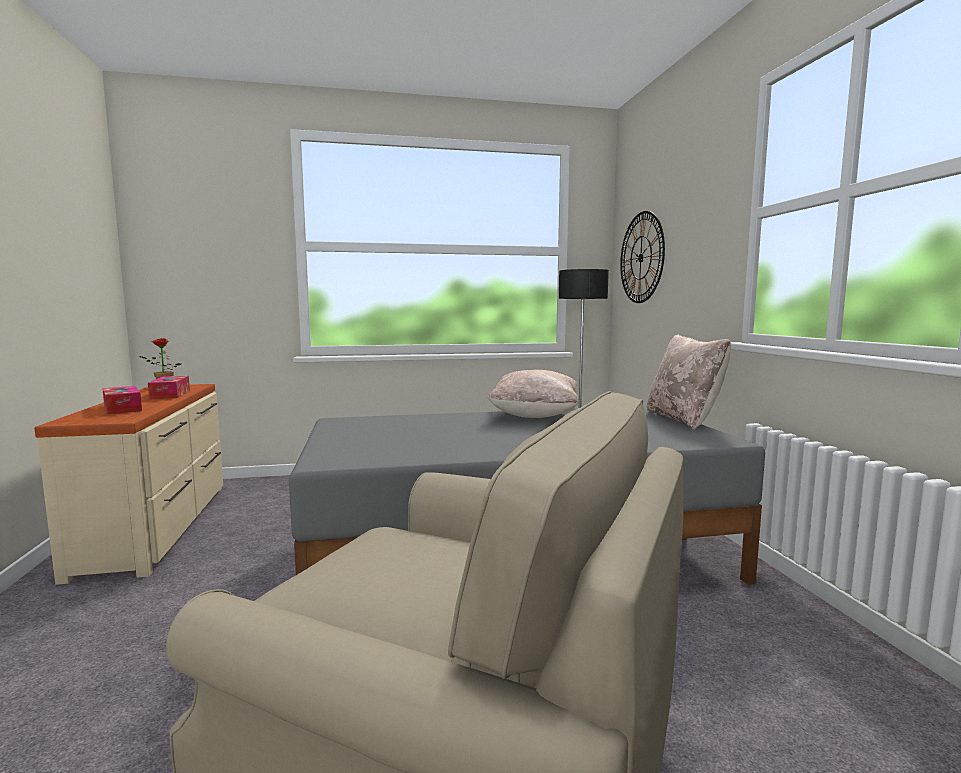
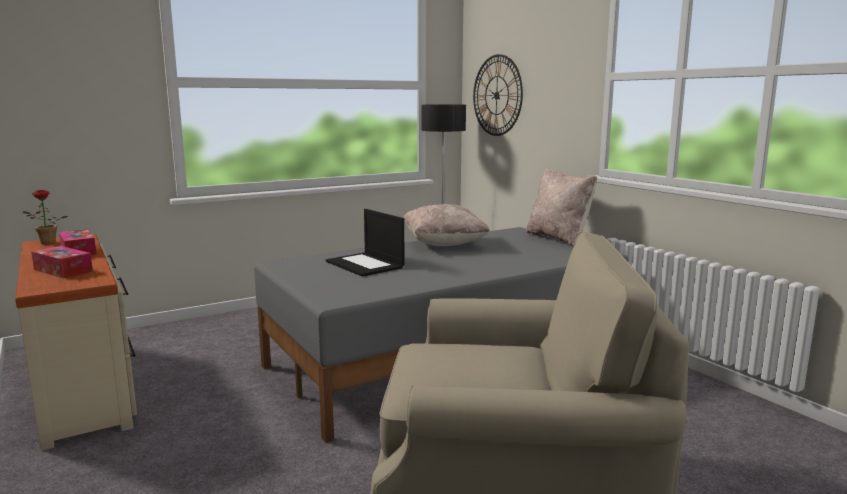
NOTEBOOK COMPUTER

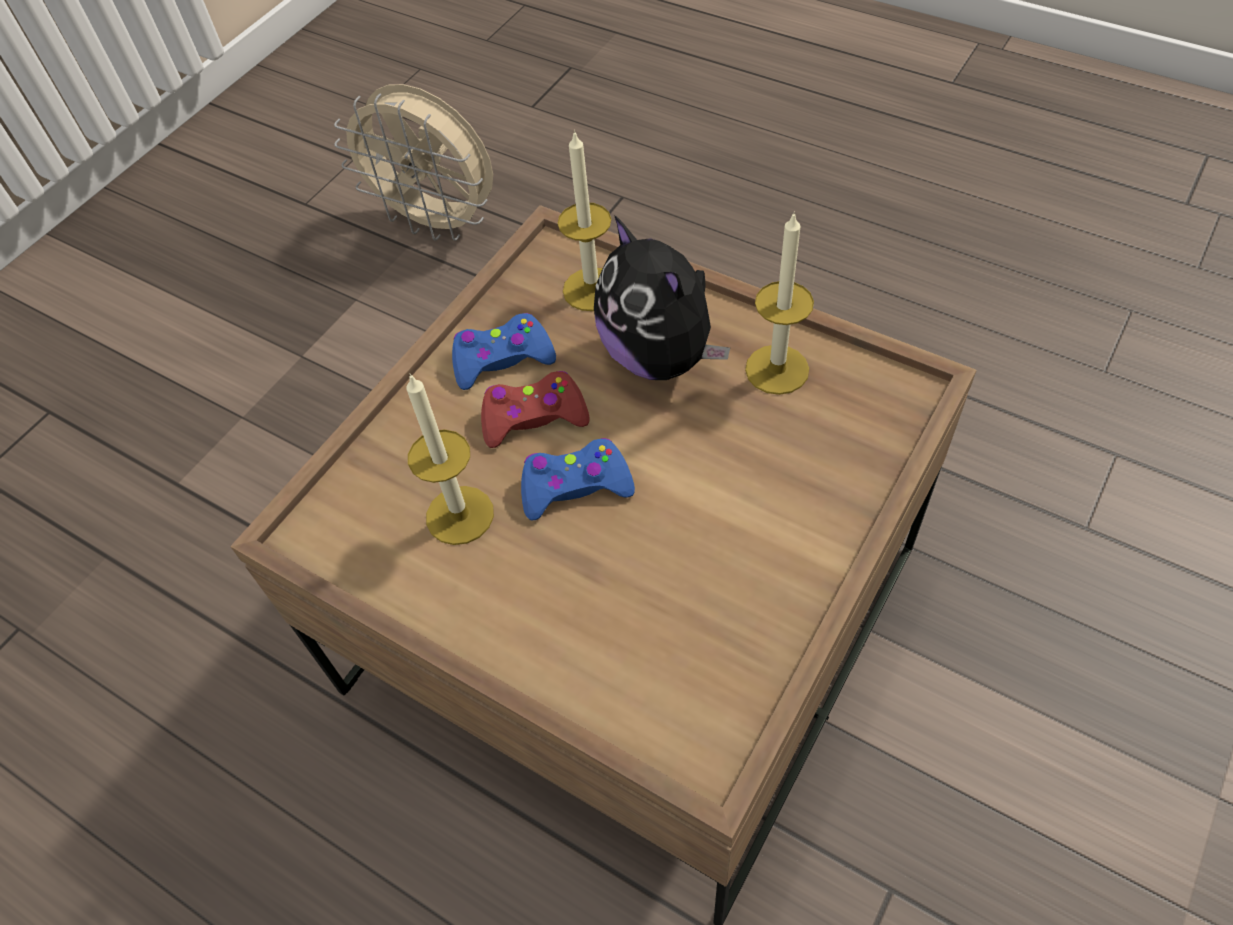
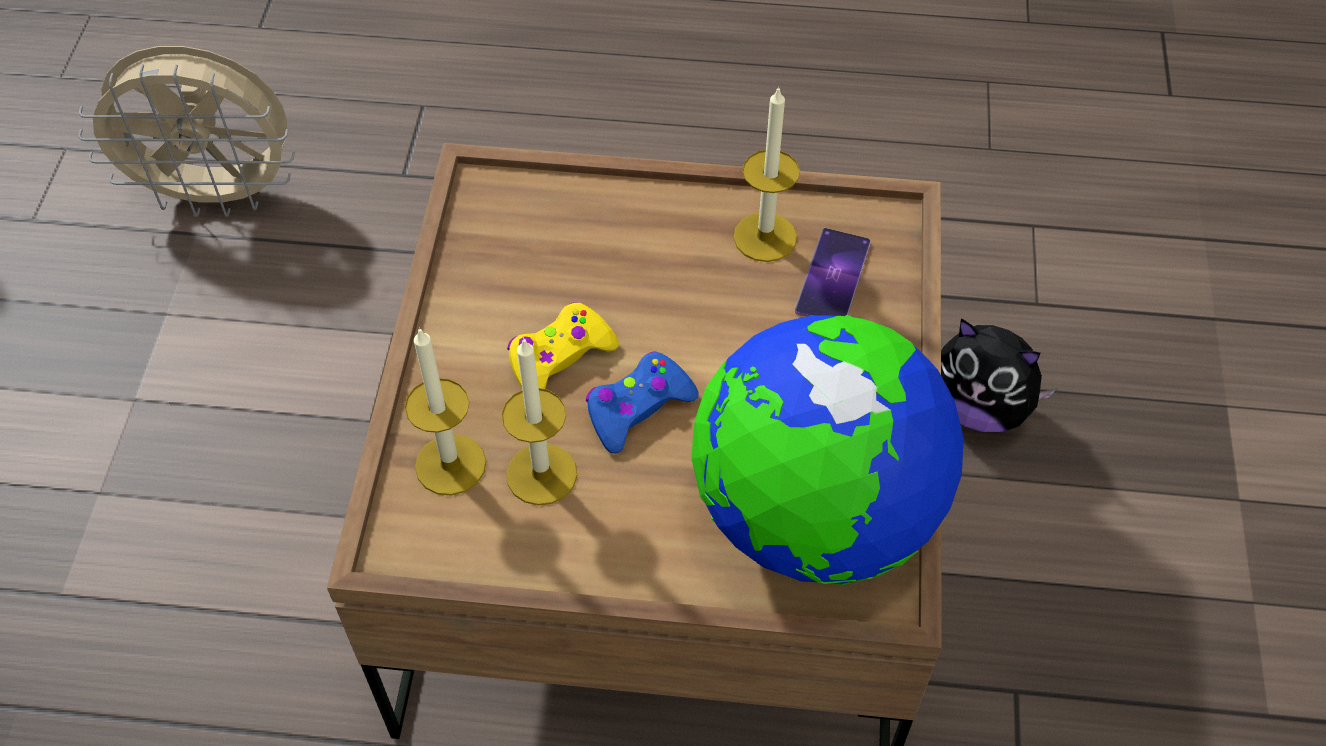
BLUE-COLOURED GAMEPAD (no. 1 from left in the first image)
GLOBE
PHONE
CANDLE (no. 1 from left)
CUDDLY TOY
YELLOW-COLOURED GAMEPAD

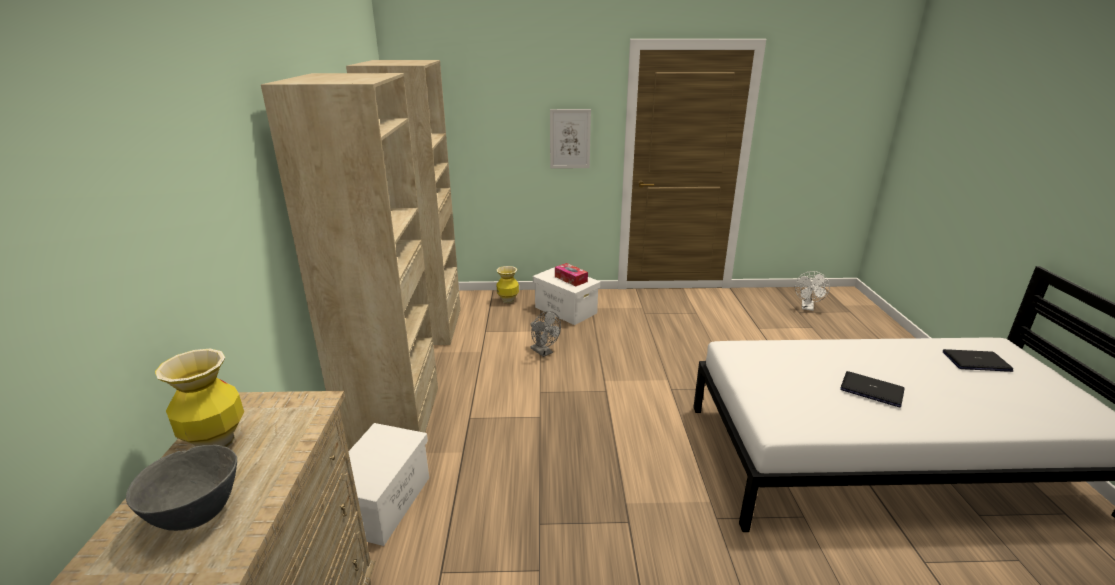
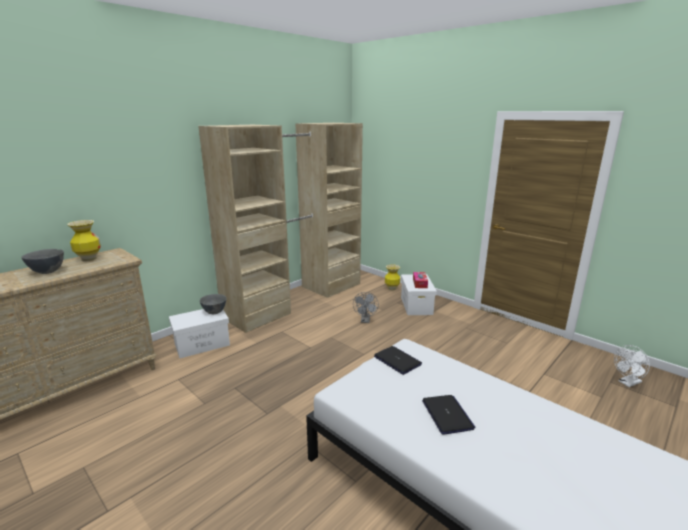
WALL ART
GRAY DEEP DISH (no. 2 from left)
NOTEBOOK COMPUTER (no. 1 from left)

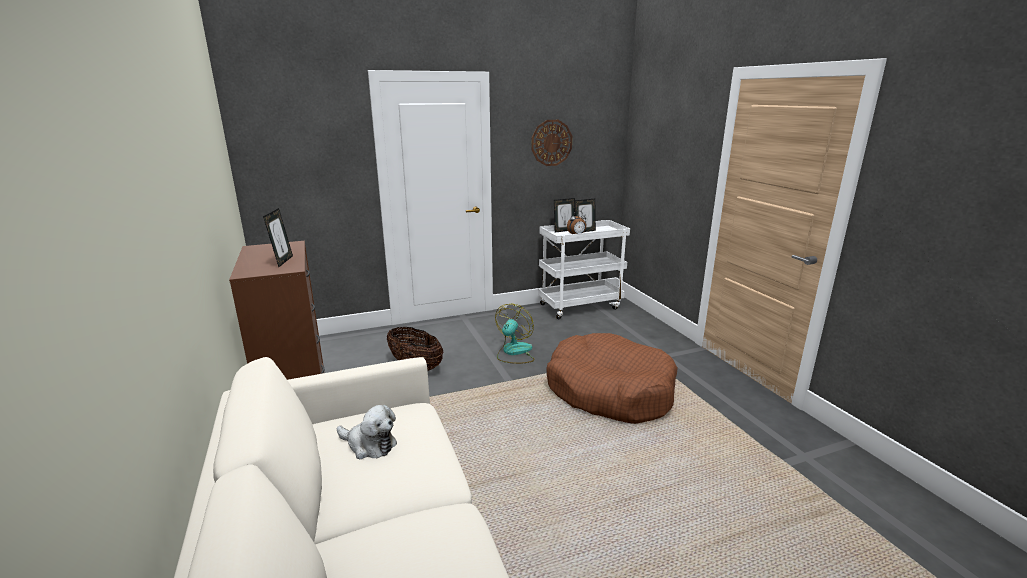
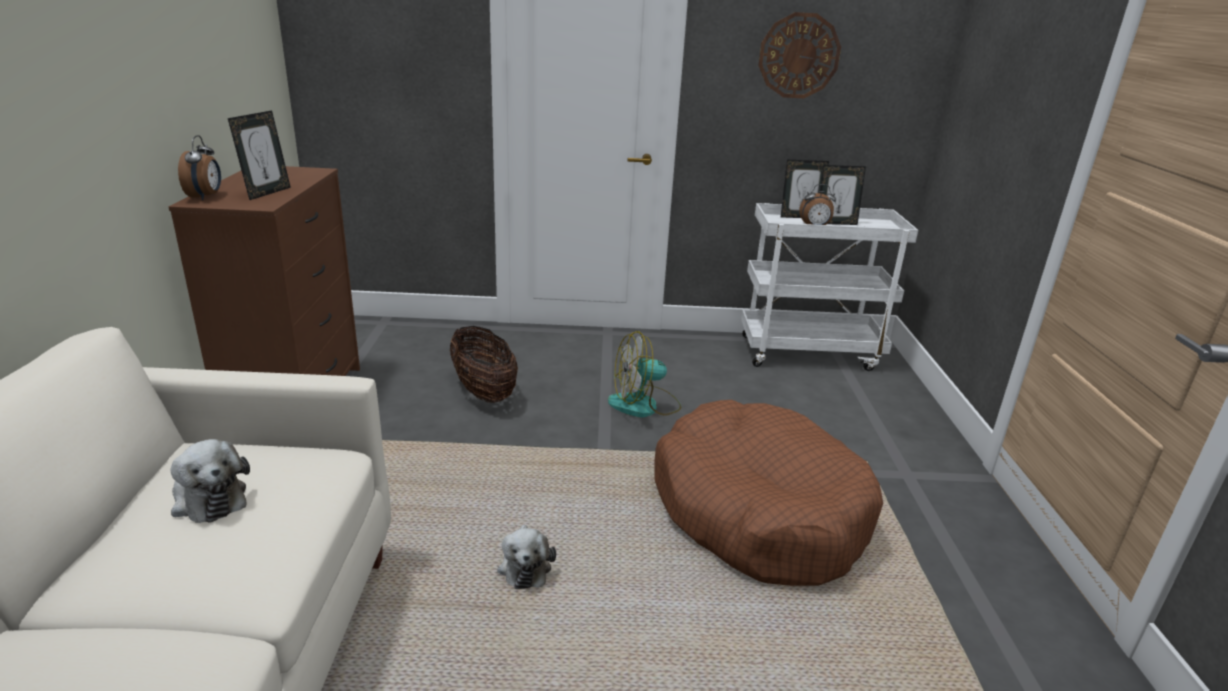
BEDSIDE CLOCK (no. 1 from left)
CUDDLY TOY (no. 2 from left)
COOLING FAN

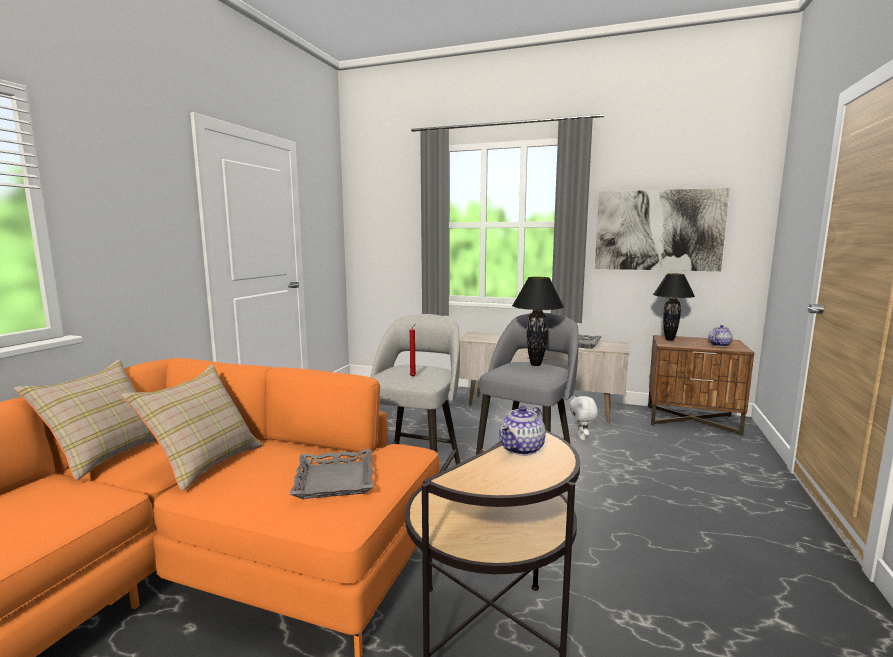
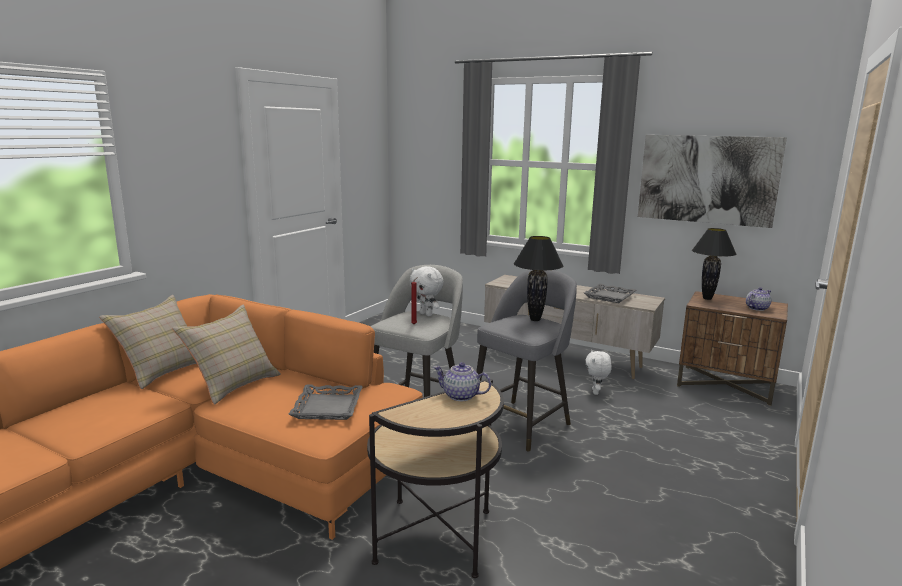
WHITISH CUDDLY TOY (no. 1 from left)
TEA POT (no. 1 from left)

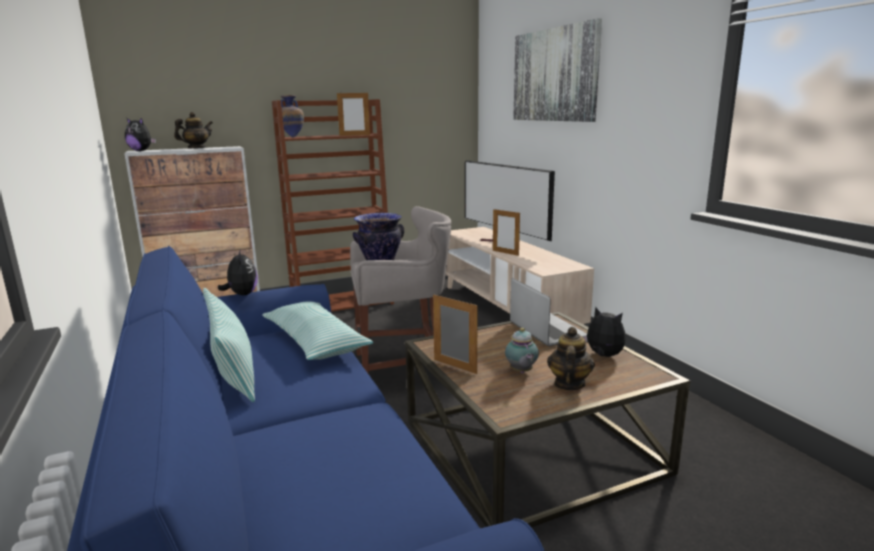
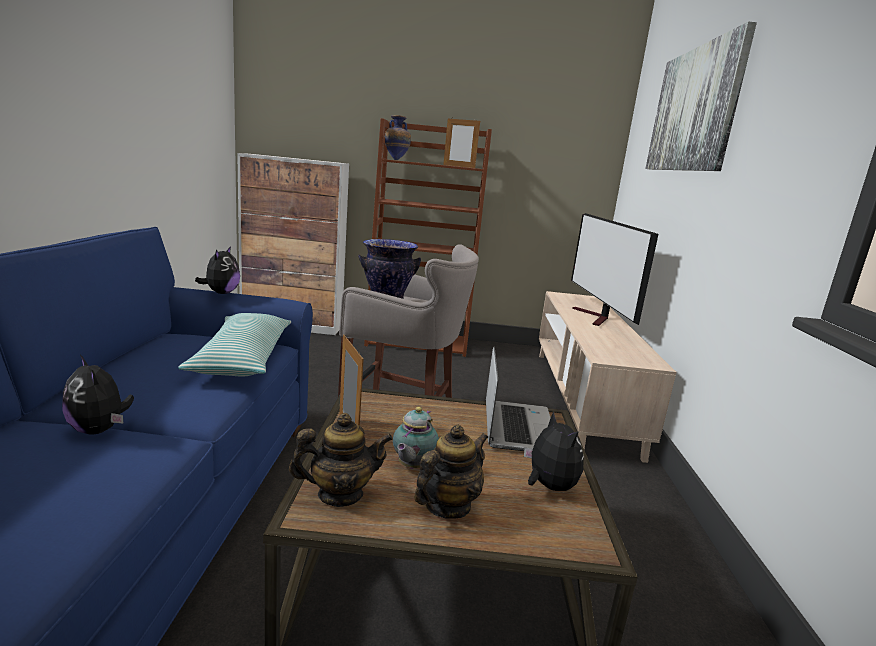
CUSHION (no. 1 from left in the first image)
PHOTO FRAME (no. 3 from left in the first image)
CUDDLY TOY (no. 1 from left)
TEA POT (no. 1 from left)

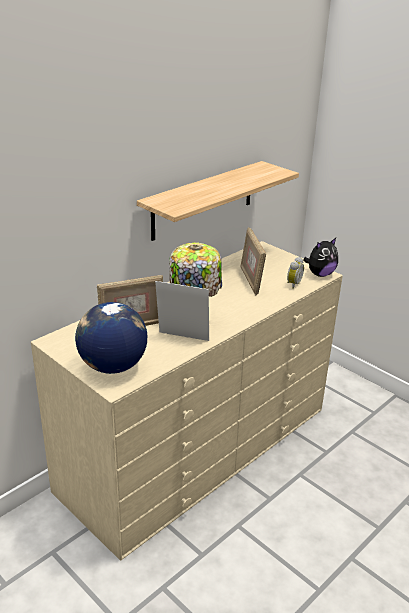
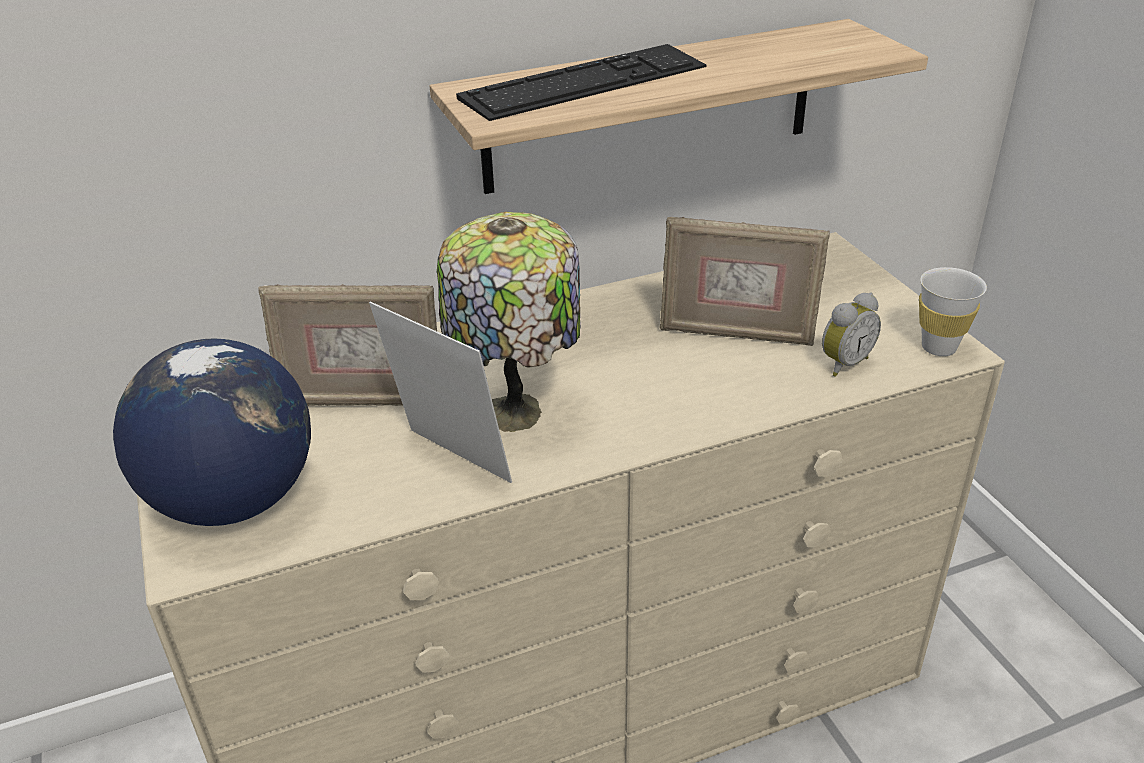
PC KEYBOARD
WHITISH CUP
PHOTO FRAME (no. 3 from left)

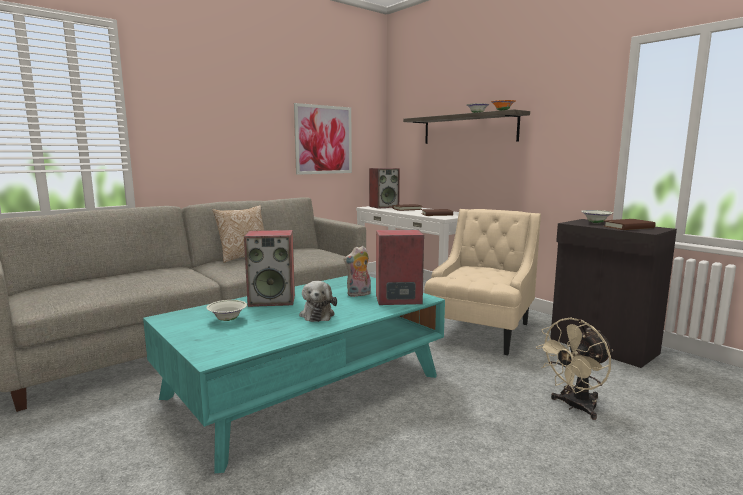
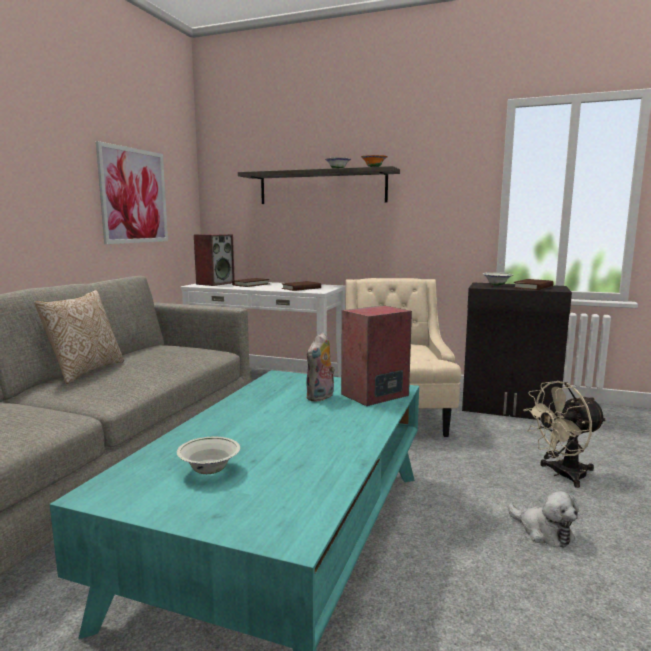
AUDIO SPEAKER (no. 1 from left in the first image)
CUDDLY TOY (no. 2 from left)
BEIGE-COLOURED COOLING FAN

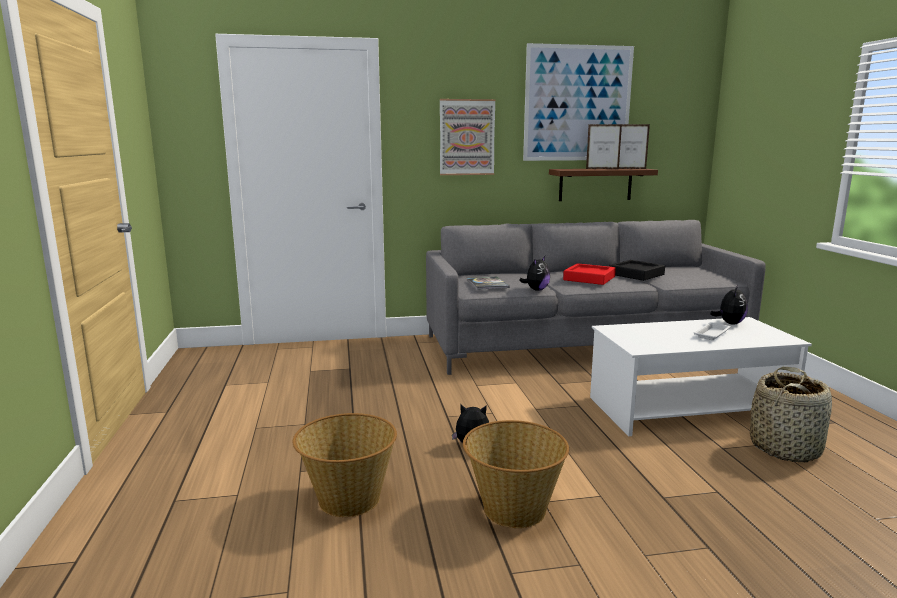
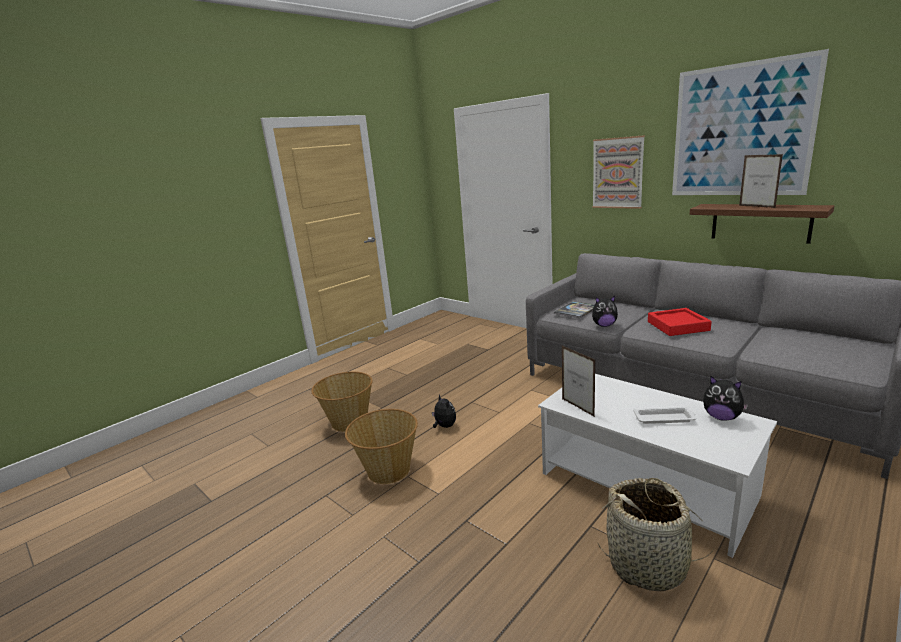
BLACK-COLOURED CARRYING TRAY
PHOTO FRAME (no. 1 from left)
CUDDLY TOY (no. 3 from left)

